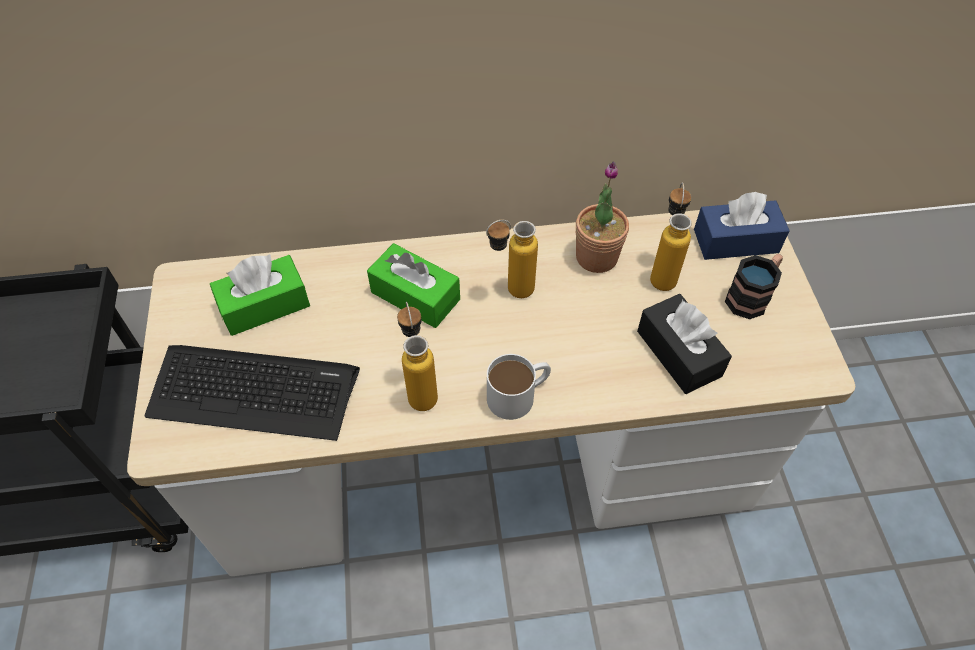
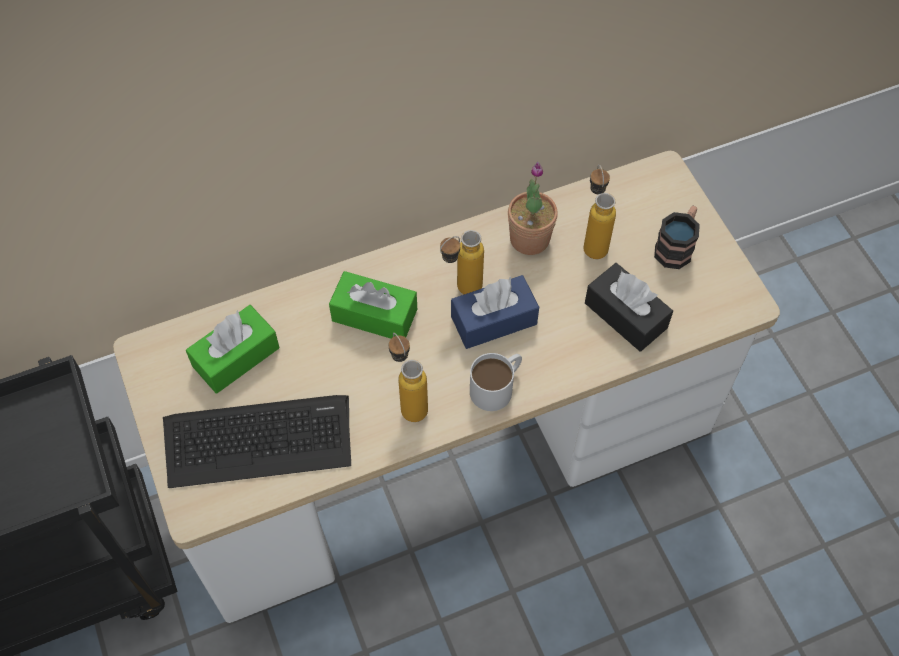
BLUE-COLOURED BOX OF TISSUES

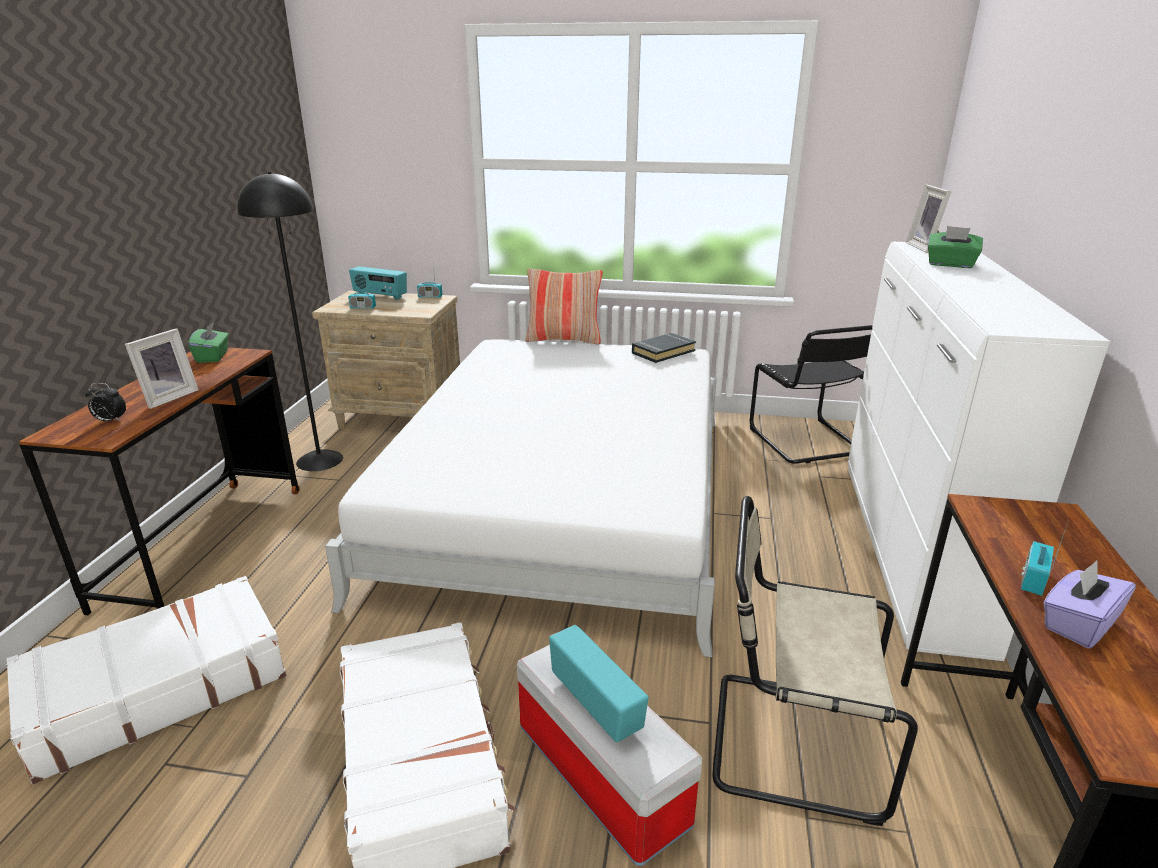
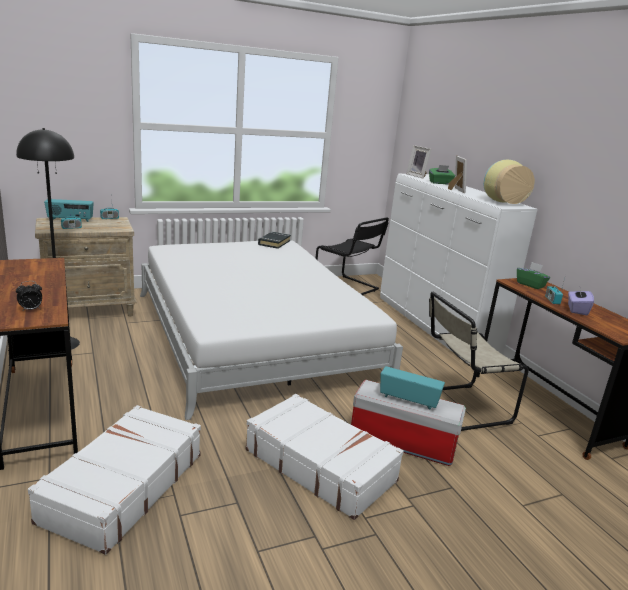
CUSHION
FLOWER VASE
PHOTO FRAME (no. 2 from left)
GREEN-COLOURED BOX OF TISSUES (no. 2 from left)

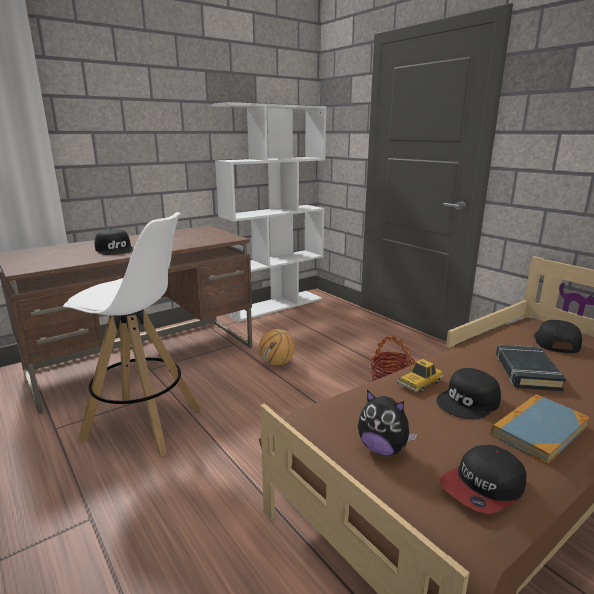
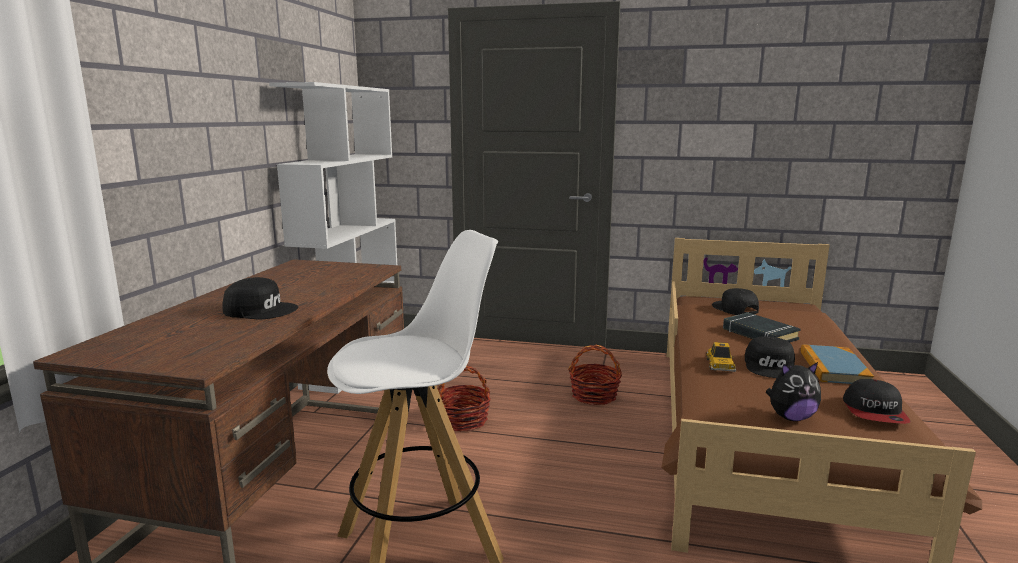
STORAGE BASKET (no. 1 from left)

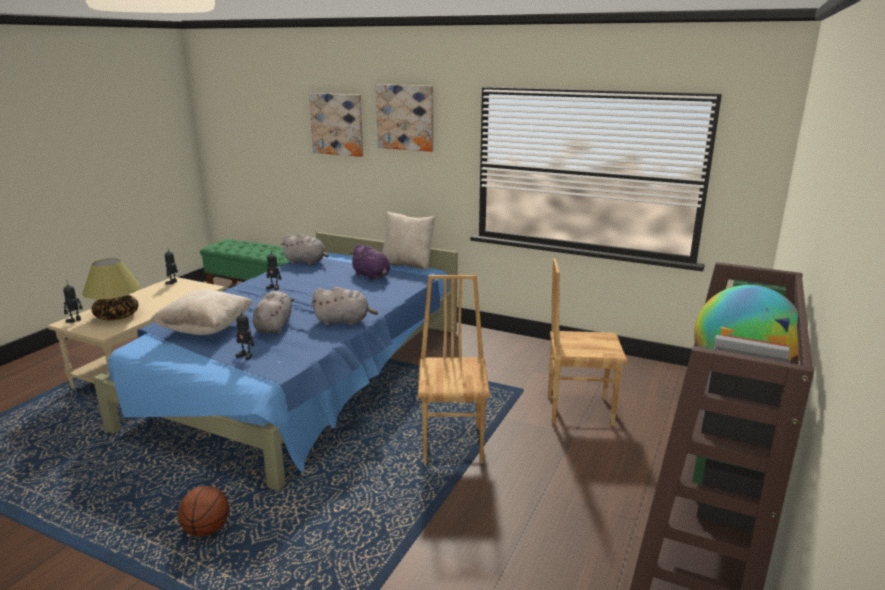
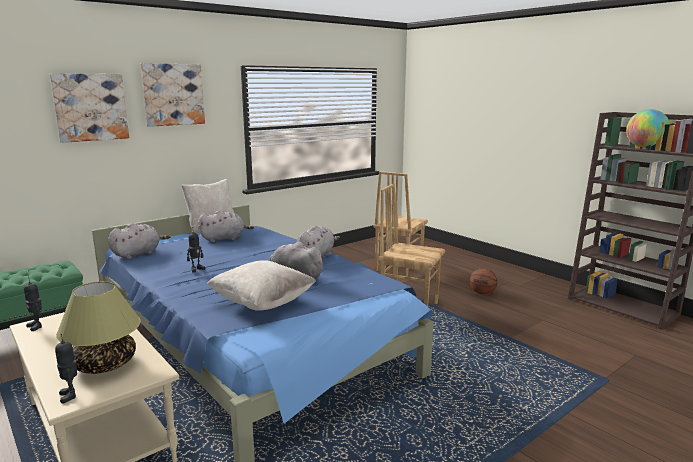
TOY ROBOT (no. 3 from left in the first image)
BALL FOR BASKETBALL
GRAY CUDDLY TOY (no. 2 from left)

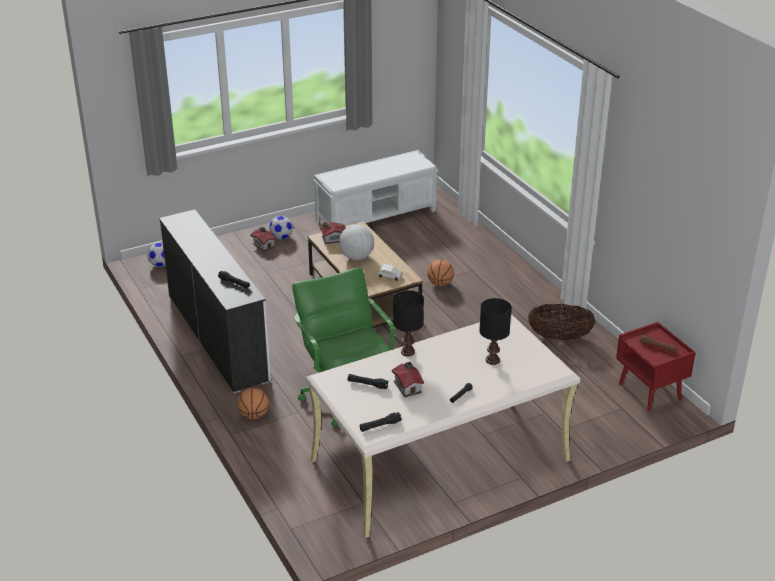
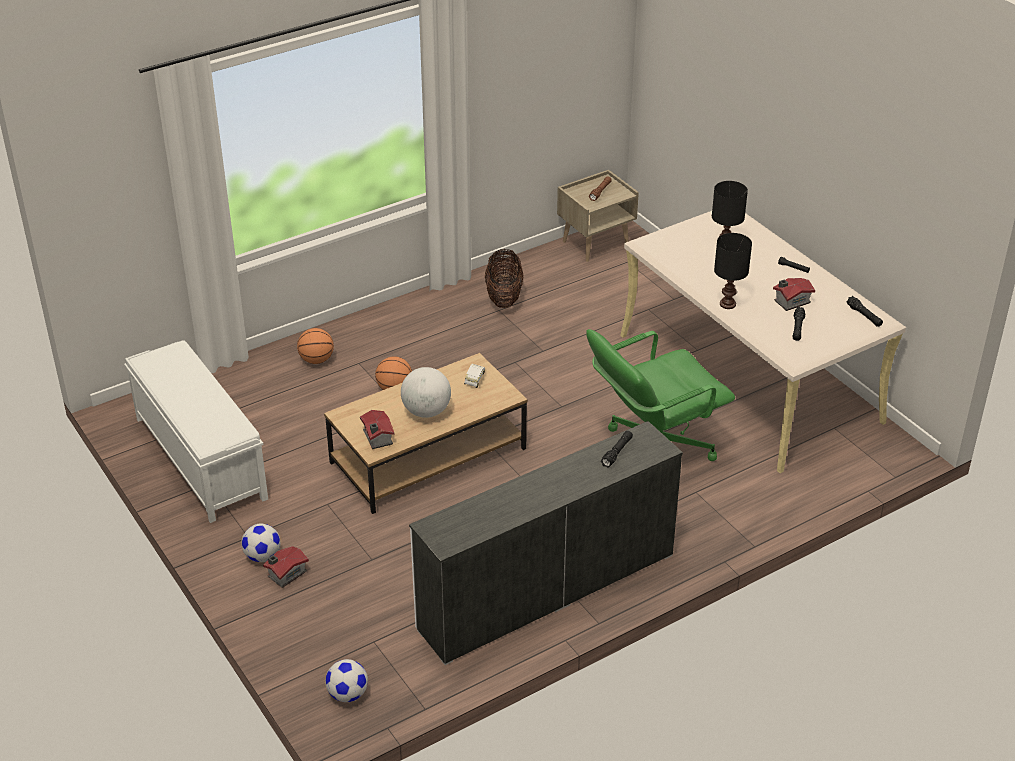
BALL FOR BASKETBALL (no. 1 from left)
BEIGE-COLOURED NIGHTSTAND

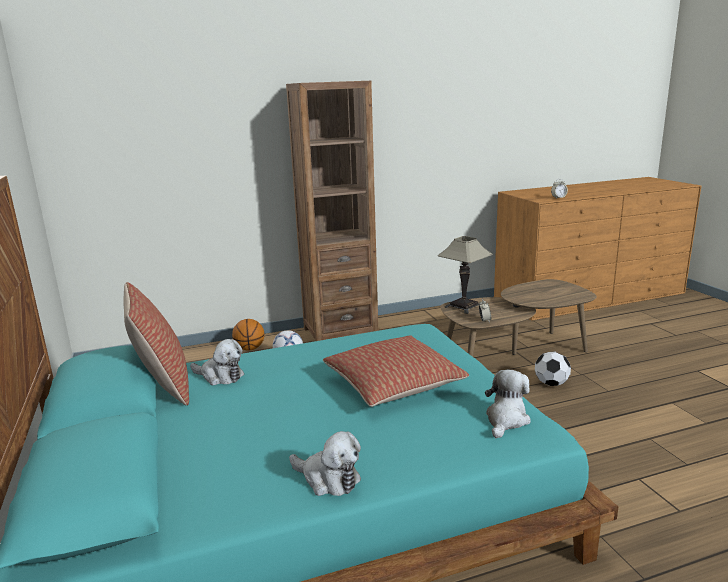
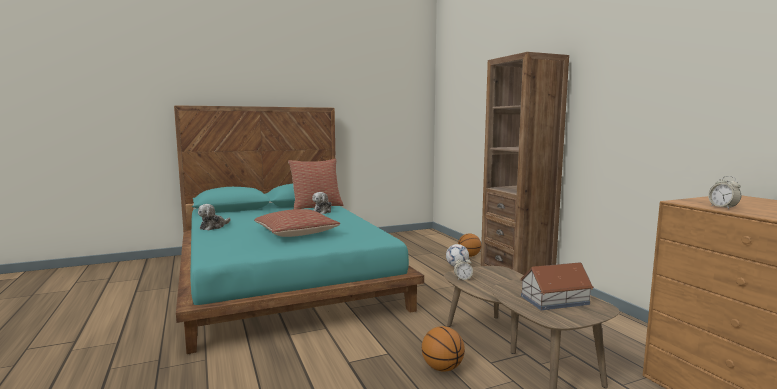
LAMP FOR A TABLE
CUDDLY TOY (no. 3 from left in the first image)
TOY HOUSE
BALL FOR BASKETBALL (no. 1 from left)

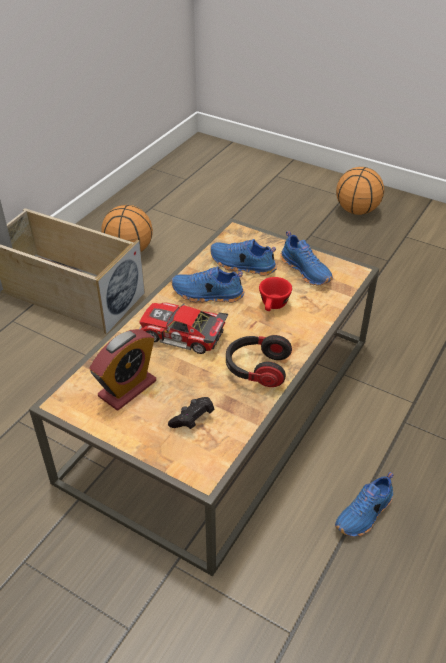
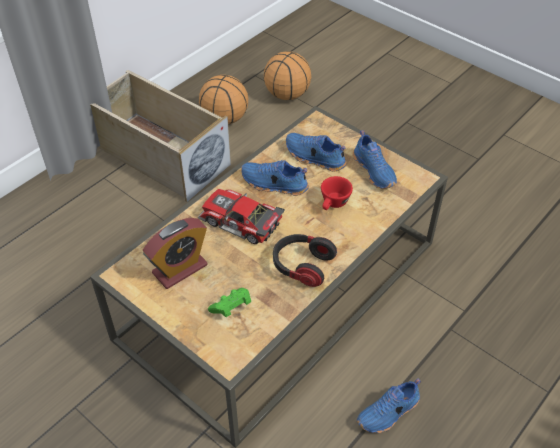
BALL FOR BASKETBALL (no. 2 from left)
GREEN-COLOURED GAMEPAD

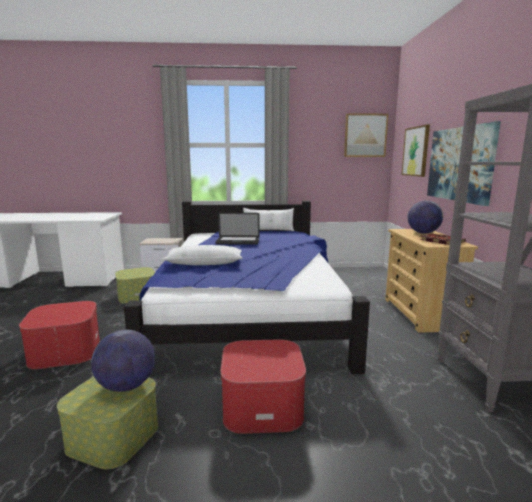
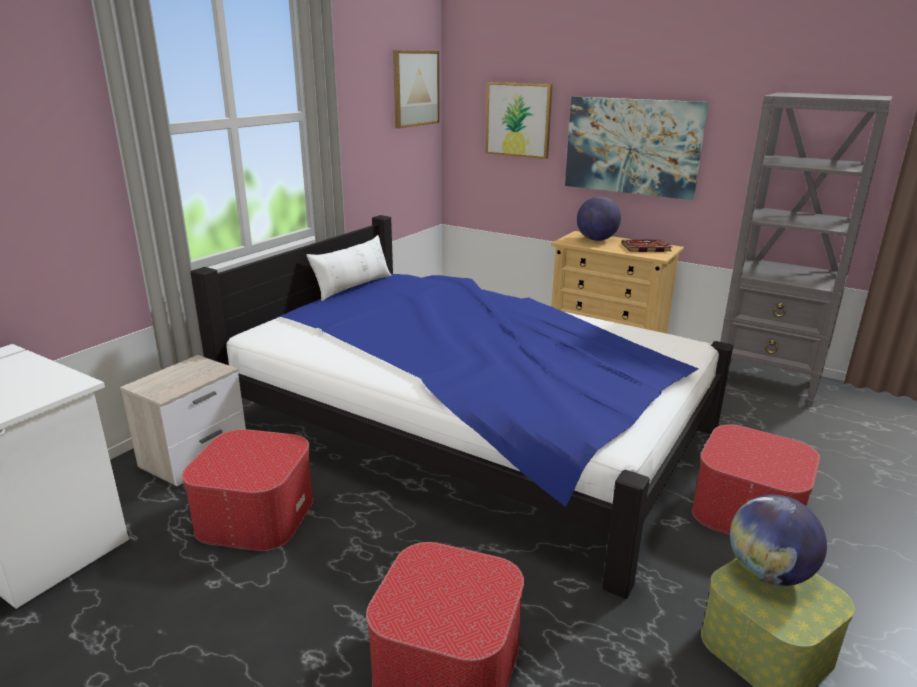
WHITISH CUSHION (no. 1 from left in the first image)
NOTEBOOK COMPUTER
FOOTREST (no. 1 from left)

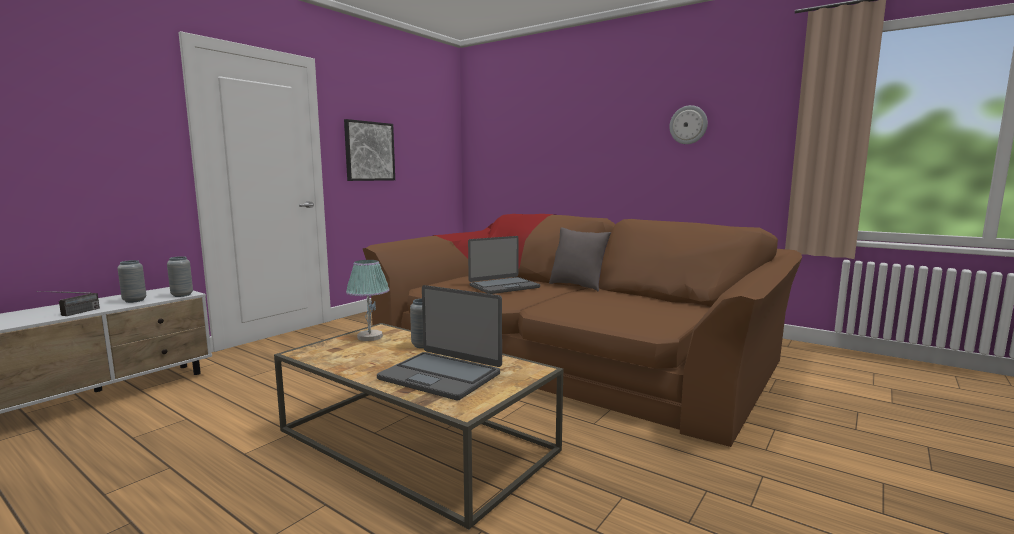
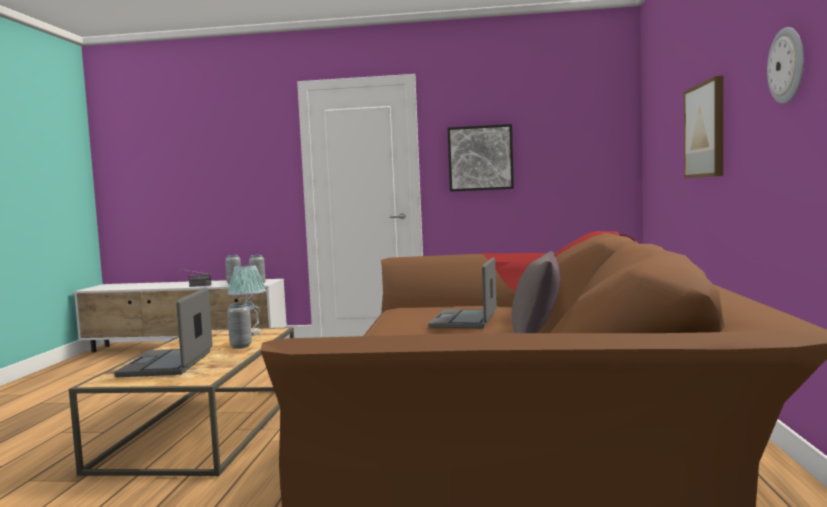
WALL ART (no. 2 from left)
NOTEBOOK COMPUTER (no. 2 from left)

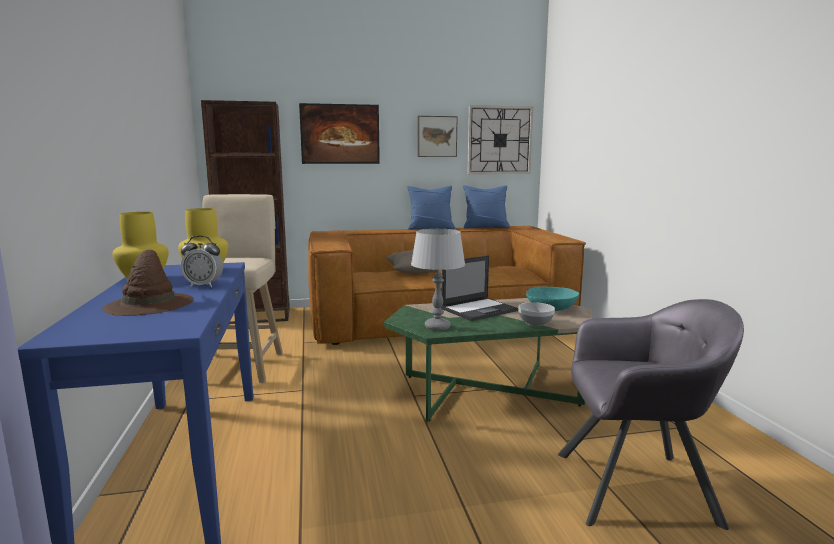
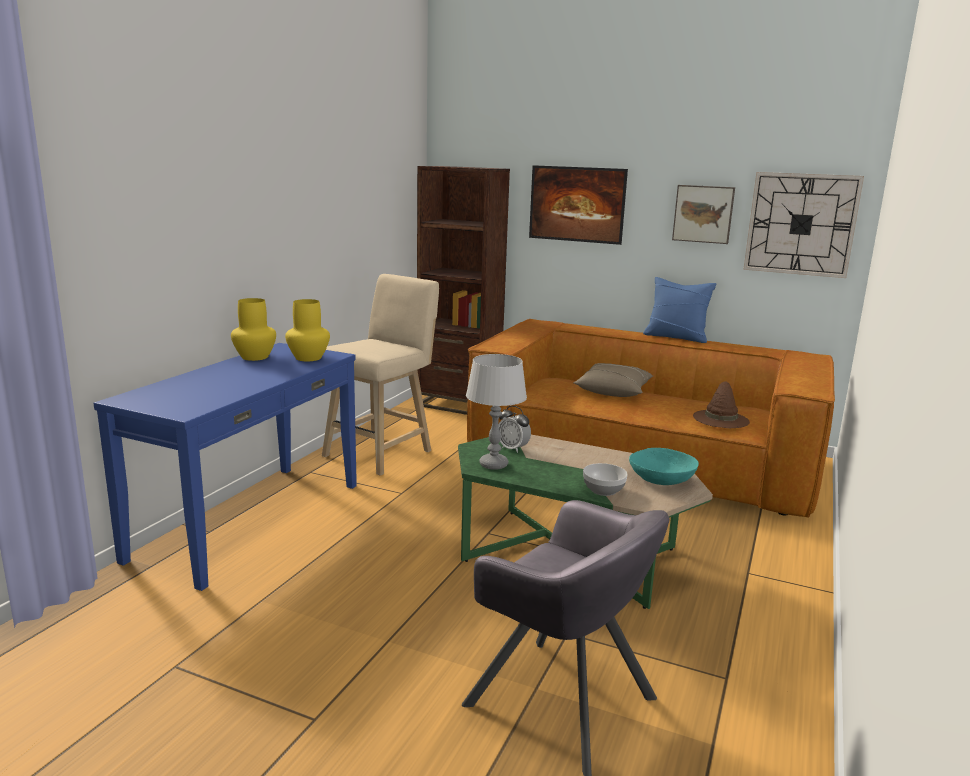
NOTEBOOK COMPUTER
BLUE-COLOURED CUSHION (no. 2 from left in the first image)
BROWN CLOTHING HAT
BEDSIDE CLOCK

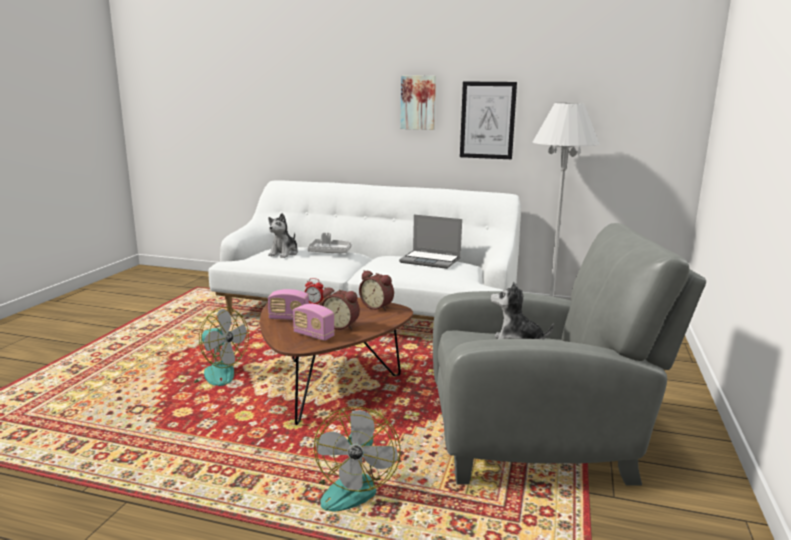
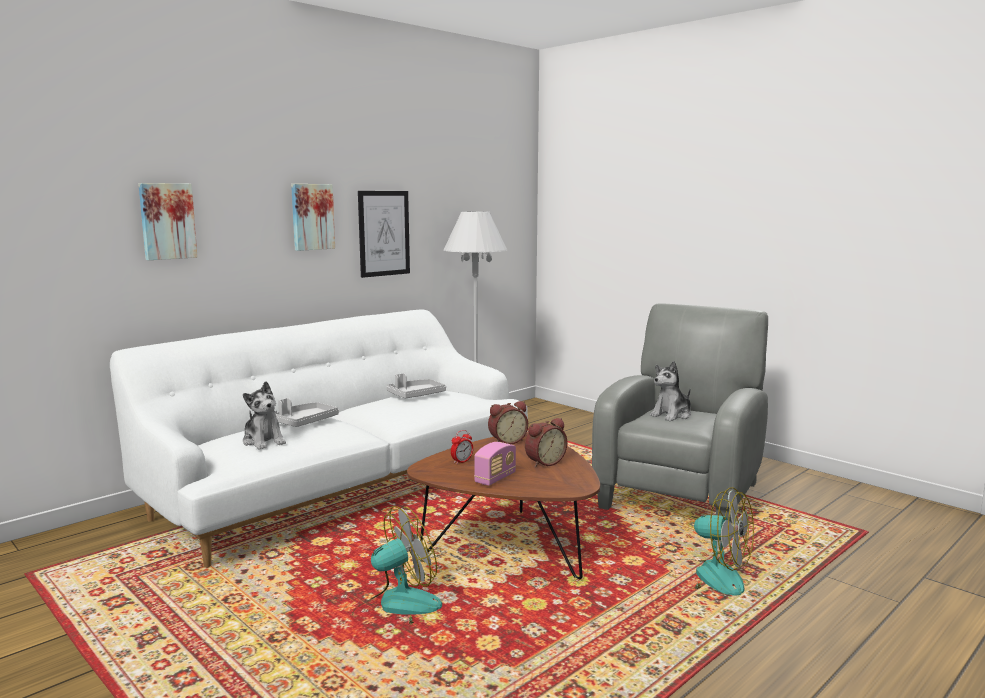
RADIO SET (no. 2 from left in the first image)
WALL ART (no. 1 from left)
GRAY CARRYING TRAY (no. 2 from left)

